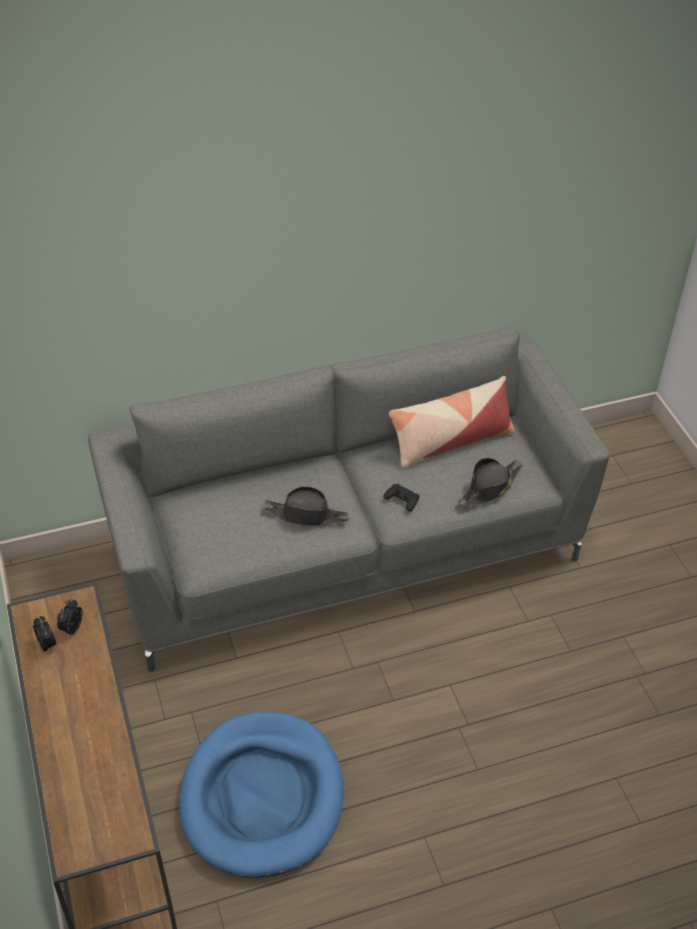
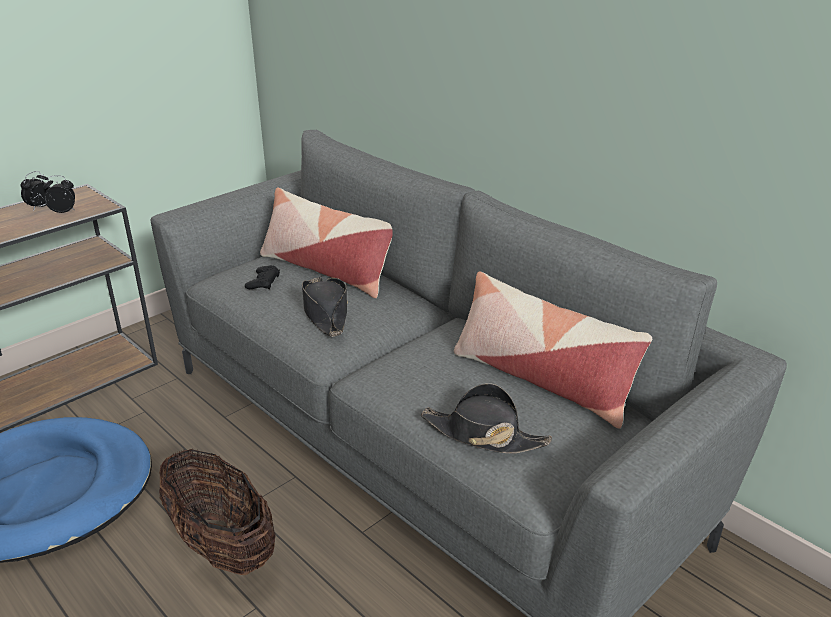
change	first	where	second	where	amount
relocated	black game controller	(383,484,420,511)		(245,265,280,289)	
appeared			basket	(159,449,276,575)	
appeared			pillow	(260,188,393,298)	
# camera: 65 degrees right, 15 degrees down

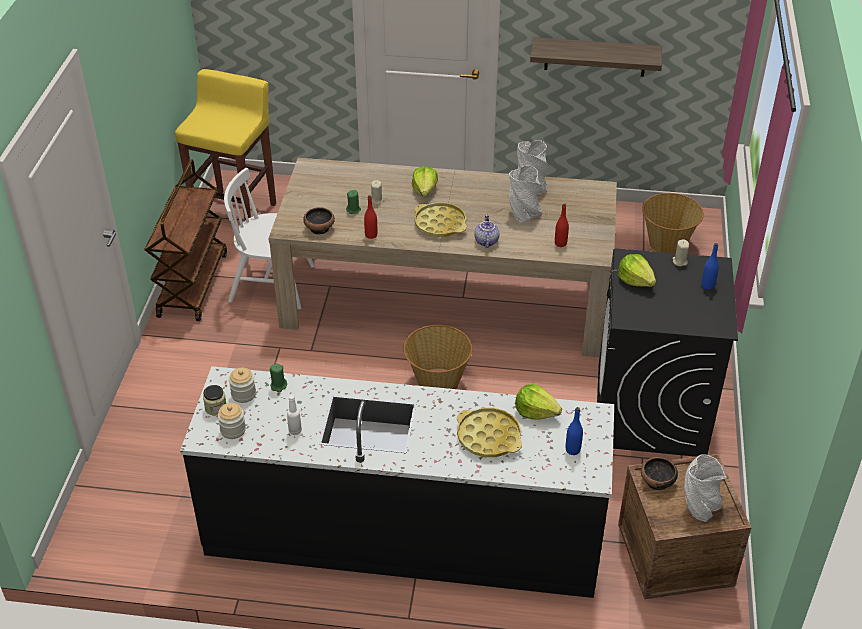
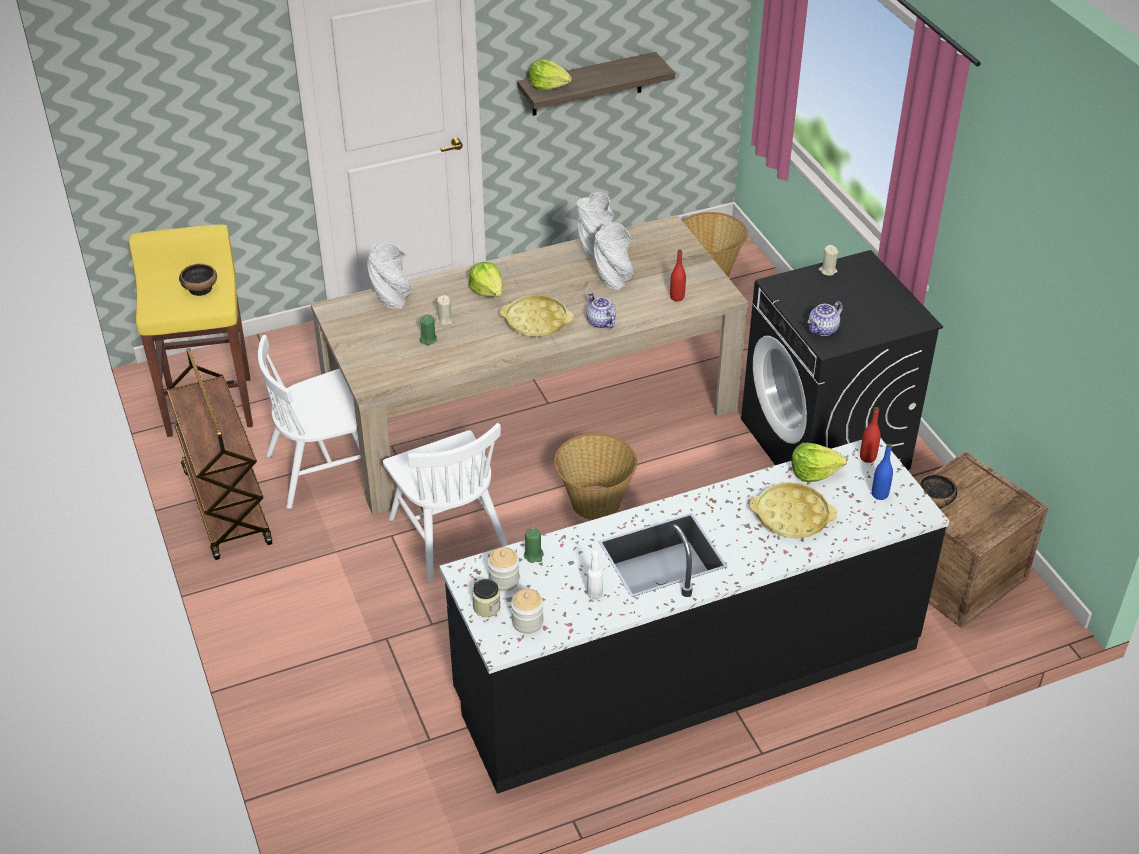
change	first	where	second	where	amount
relocated	bowl	(303,207,335,235)		(179,264,217,296)	
relocated	red bottle	(364,195,377,239)		(860,407,881,463)	
relocated	lettuce	(618,254,656,287)		(529,59,572,90)	
relocated	grey vase	(684,454,727,522)		(367,242,411,308)	
missing	blue bottle	(702,243,719,290)			
appeared			white chair	(383,423,508,582)	
appeared			teapot	(807,301,843,336)	
# camera: 30 degrees left, 0 degrees up

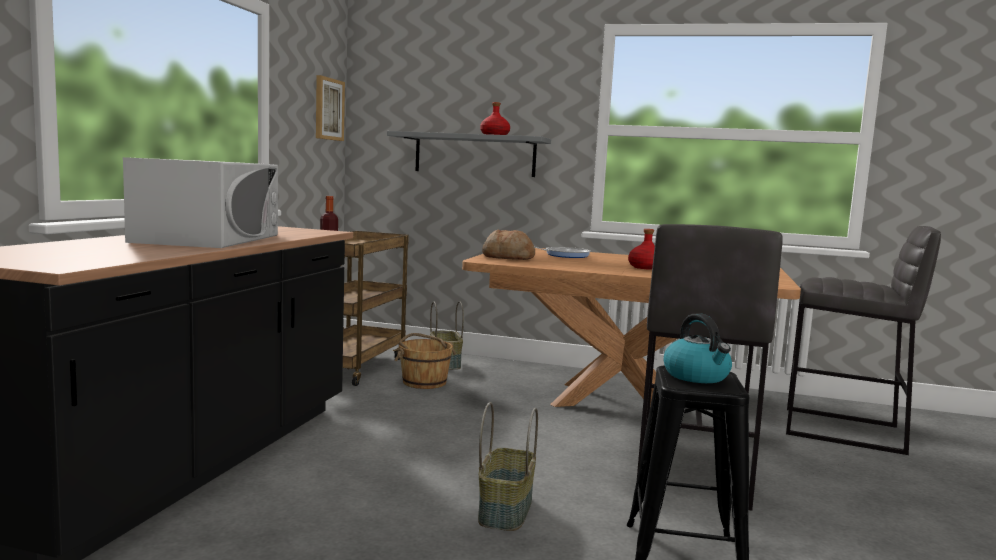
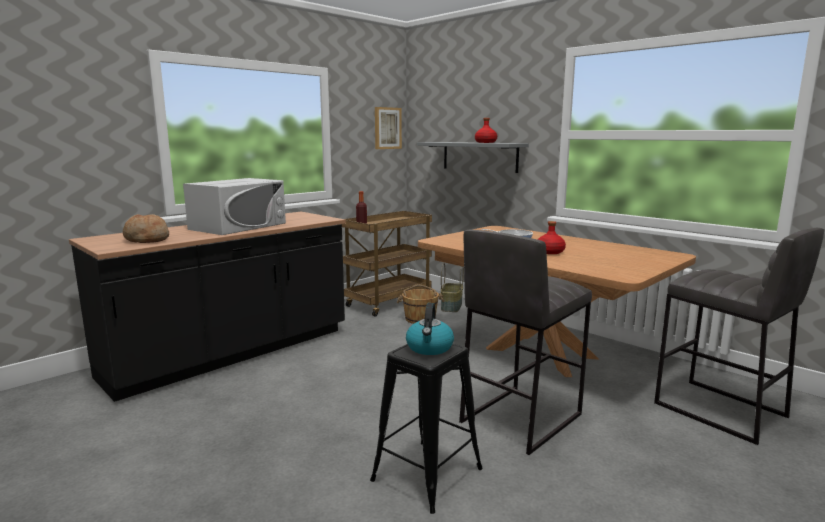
change	first	where	second	where	amount
missing	basket	(478,402,538,531)			
relocated	bread	(482,229,535,260)		(123,214,169,243)	
# camera: 30 degrees right, 5 degrees up

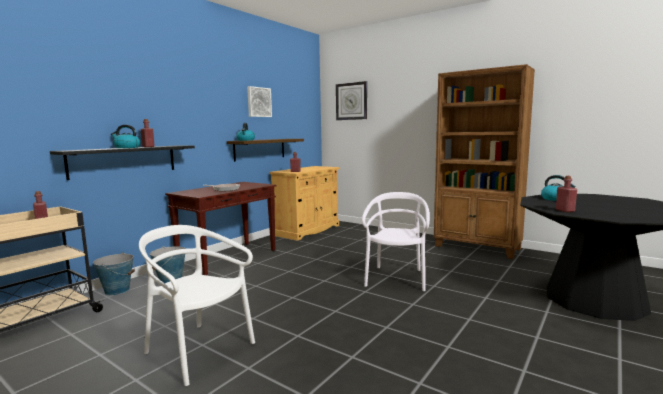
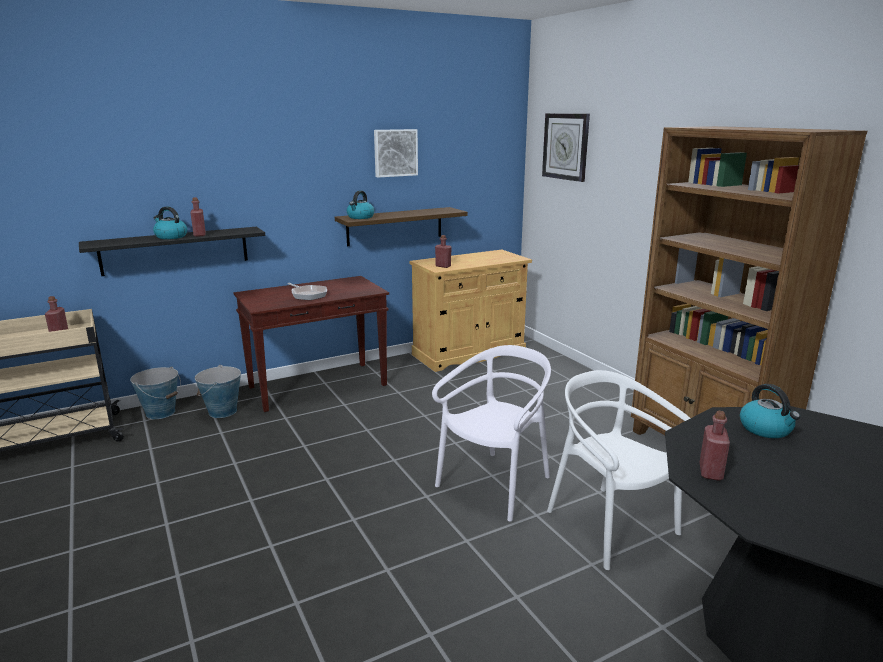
change	first	where	second	where	amount
relocated	white chair	(139,225,255,386)		(547,370,690,570)	
# camera: 25 degrees right, 10 degrees up

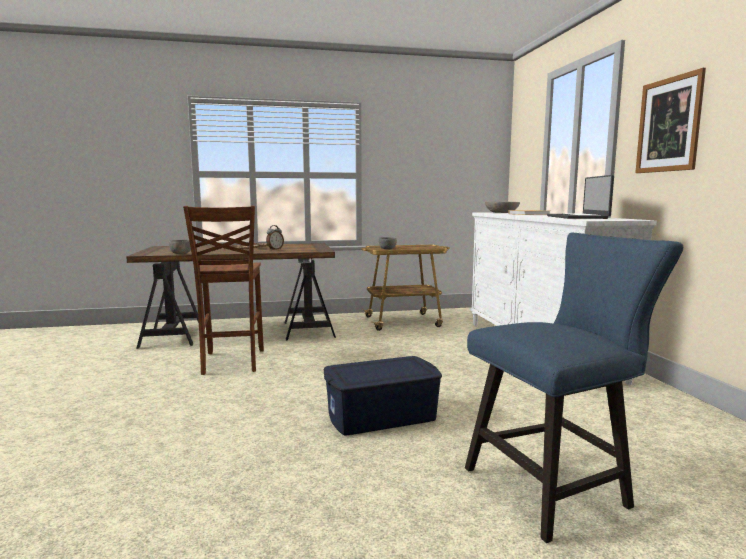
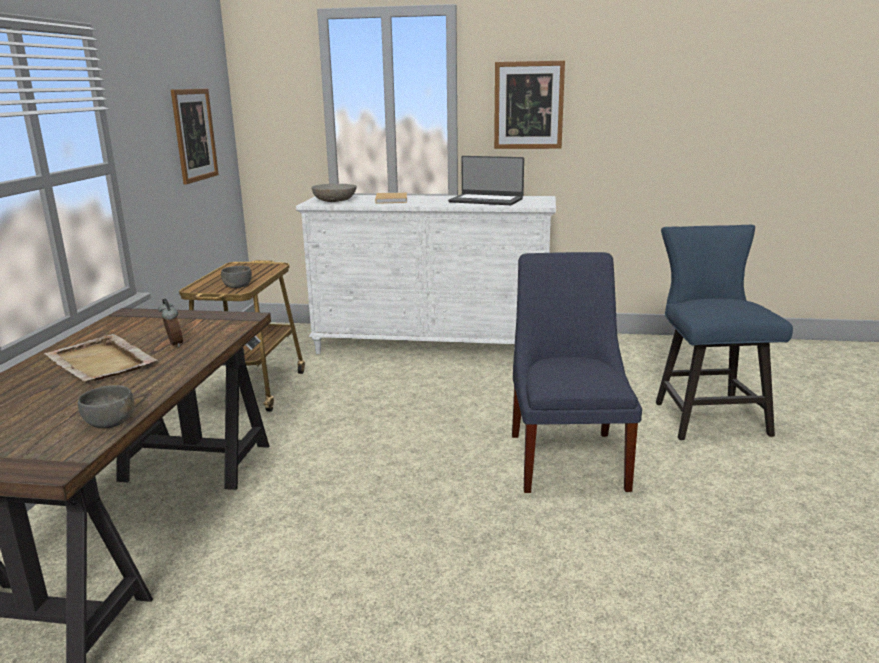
change	first	where	second	where	amount
missing	brown chair	(183,206,264,375)			
exchanged	blue storage box	(324,356,442,435)	blue chair	(512,252,642,493)	
appeared			picture	(171,89,219,184)	
# camera: 70 degrees left, 10 degrees up

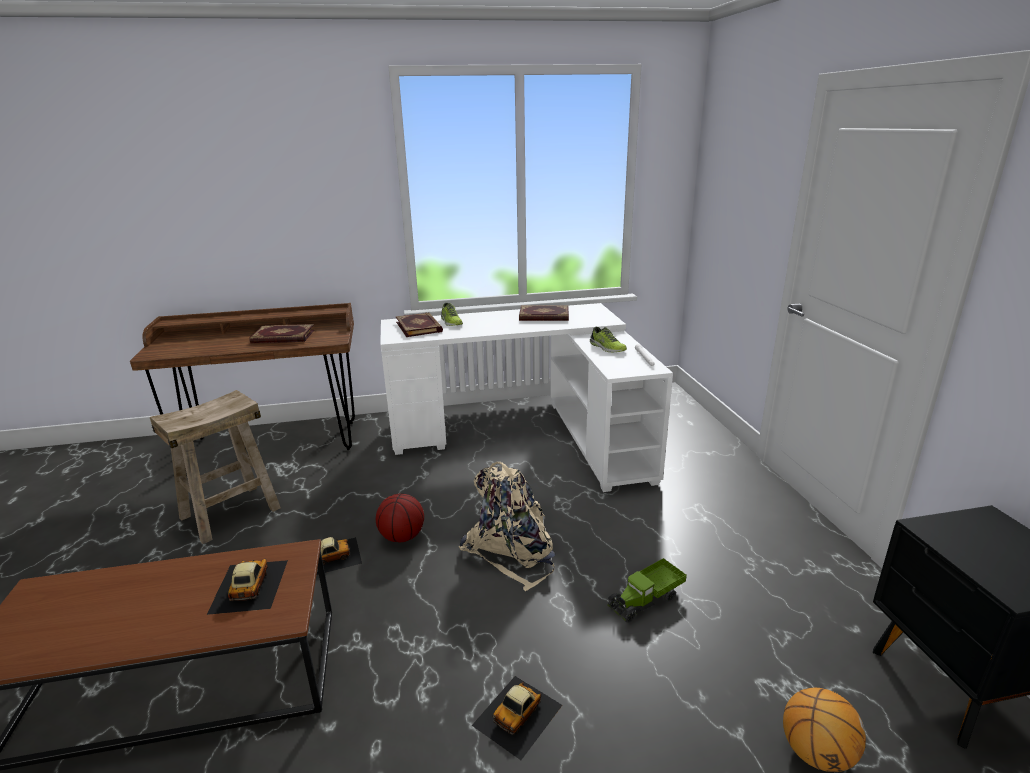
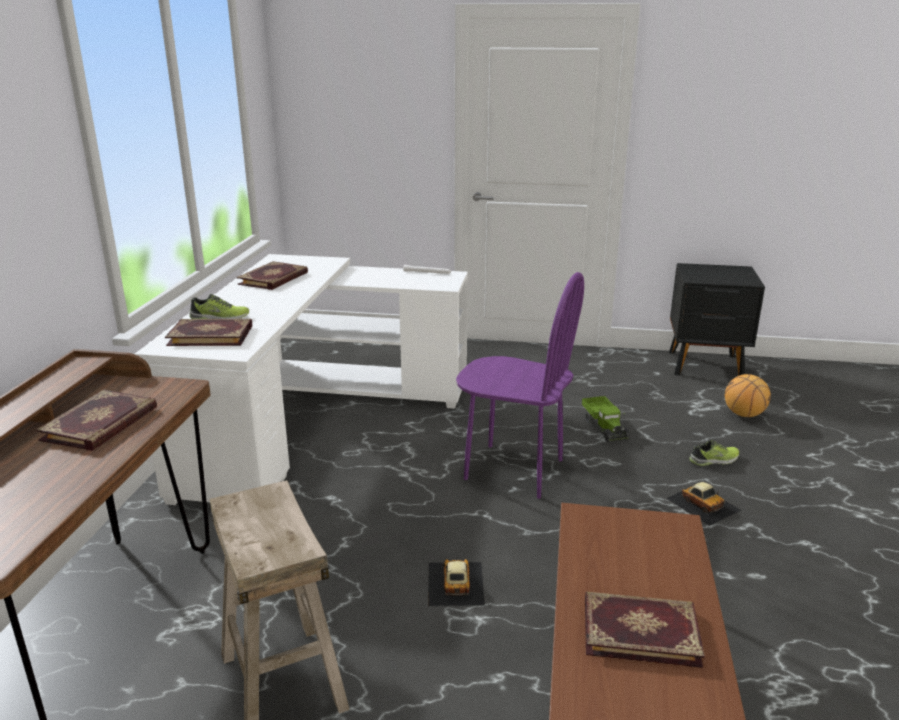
change	first	where	second	where	amount
missing	toy car	(207,559,288,615)			
missing	basketball	(376,494,424,542)			
exchanged	beige backpack	(459,462,556,591)	purple chair	(456,272,584,499)	
relocated	shoe	(590,327,627,352)		(690,440,739,466)	
appeared			book	(585,592,705,668)	
# camera: 70 degrees left, 0 degrees up

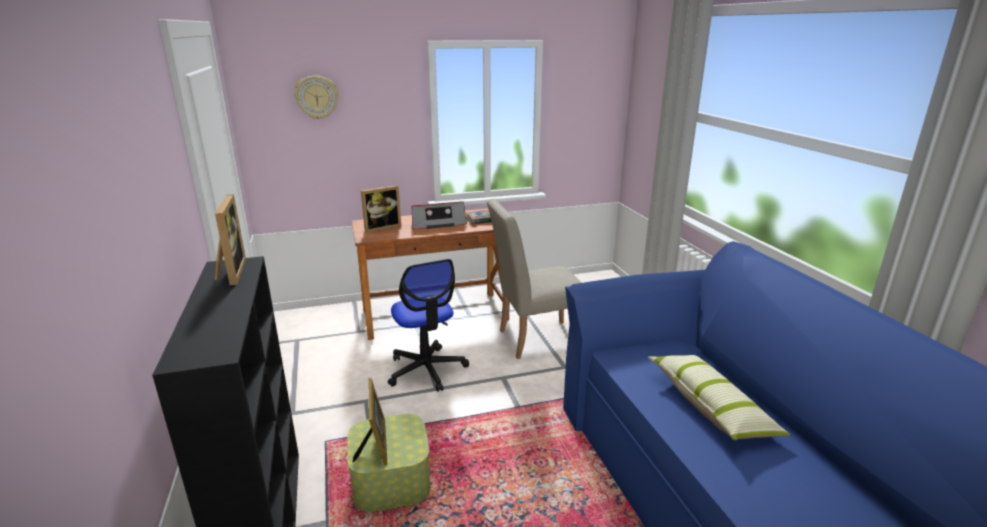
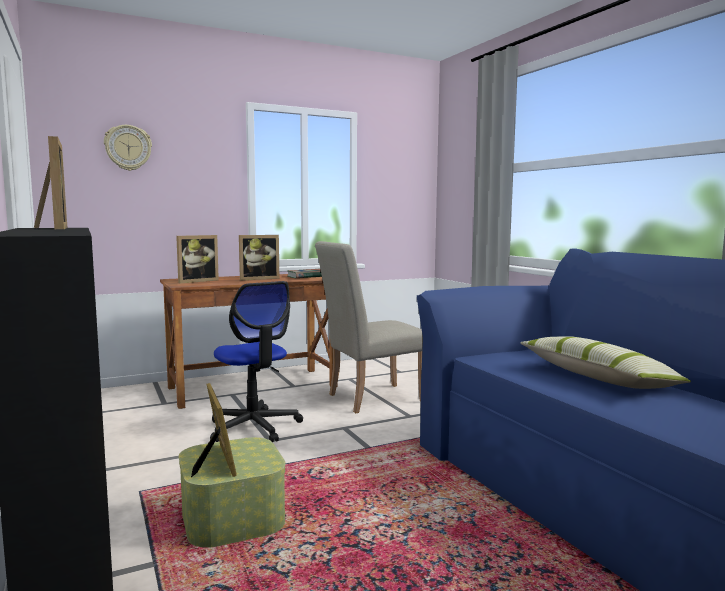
change	first	where	second	where	amount
exchanged	radio	(411,201,467,230)	picture frame	(239,235,279,280)	
# camera: 10 degrees left, 15 degrees down

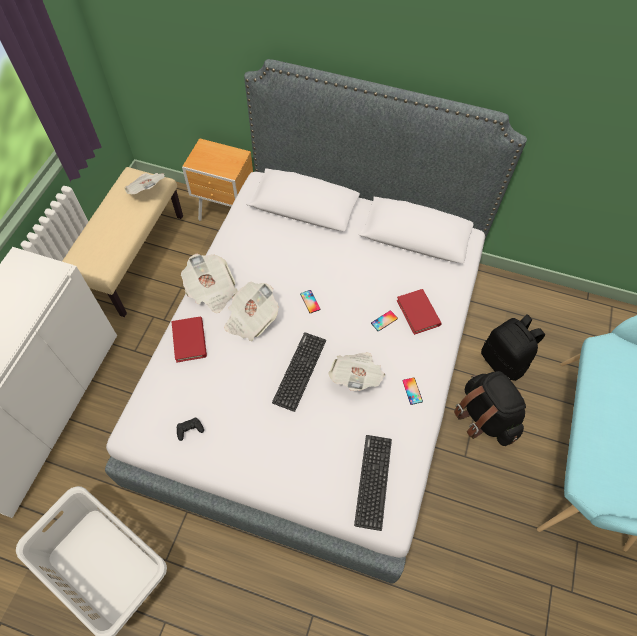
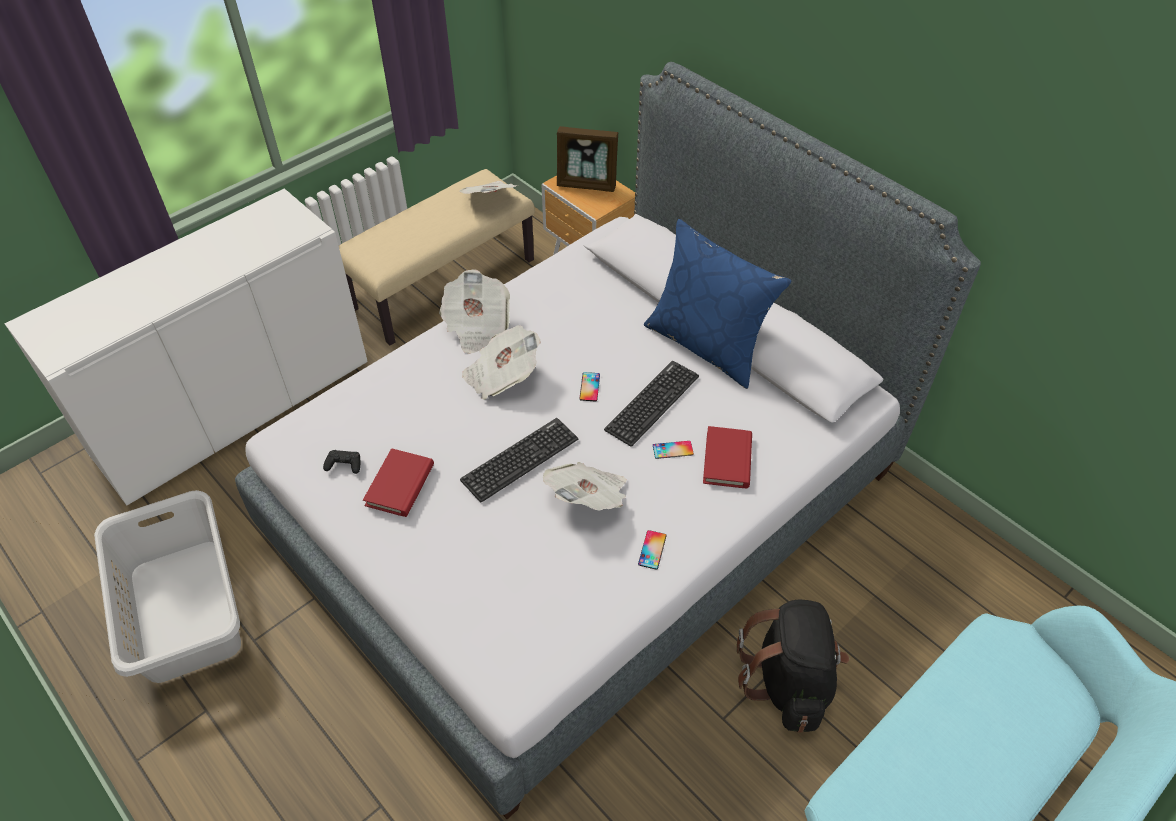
change	first	where	second	where	amount
relocated	red book	(172,317,207,363)		(363,448,434,517)	
relocated	keyboard	(354,435,392,531)		(604,361,699,447)	
missing	black backpack	(481,314,545,381)			
appeared			picture frame	(557,126,618,192)	
appeared			blue pillow	(644,219,791,389)	
# camera: 30 degrees right, 10 degrees down

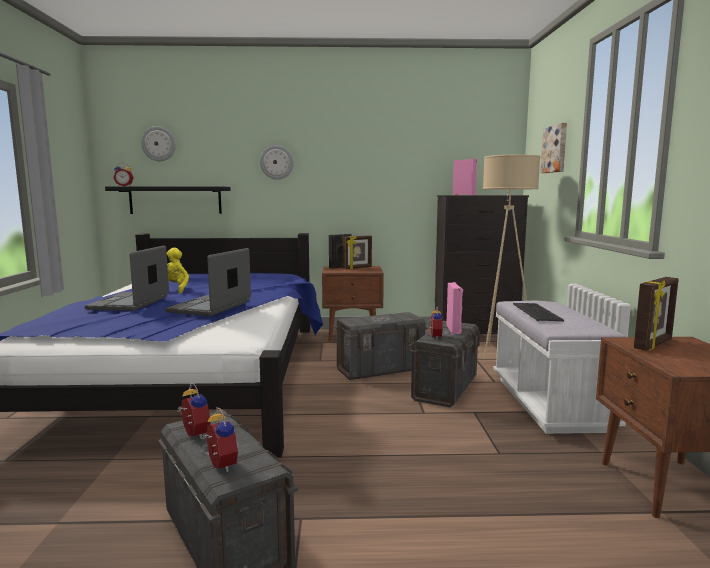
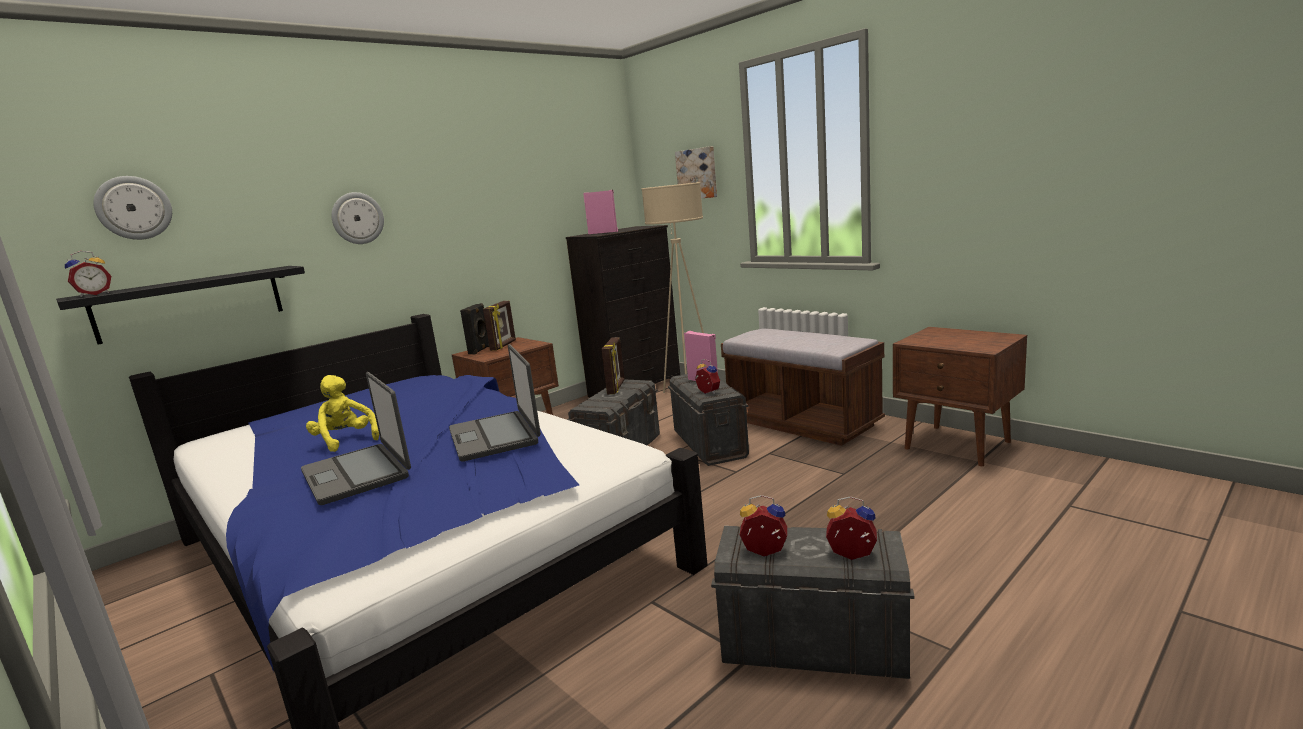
change	first	where	second	where	amount
colour	white bench	(493,301,626,434)	brown bench	(721,329,885,446)	
missing	keyboard	(513,303,564,321)			
relocated	picture frame	(634,277,678,351)		(601,337,625,394)	
# camera: 40 degrees left, 5 degrees up

